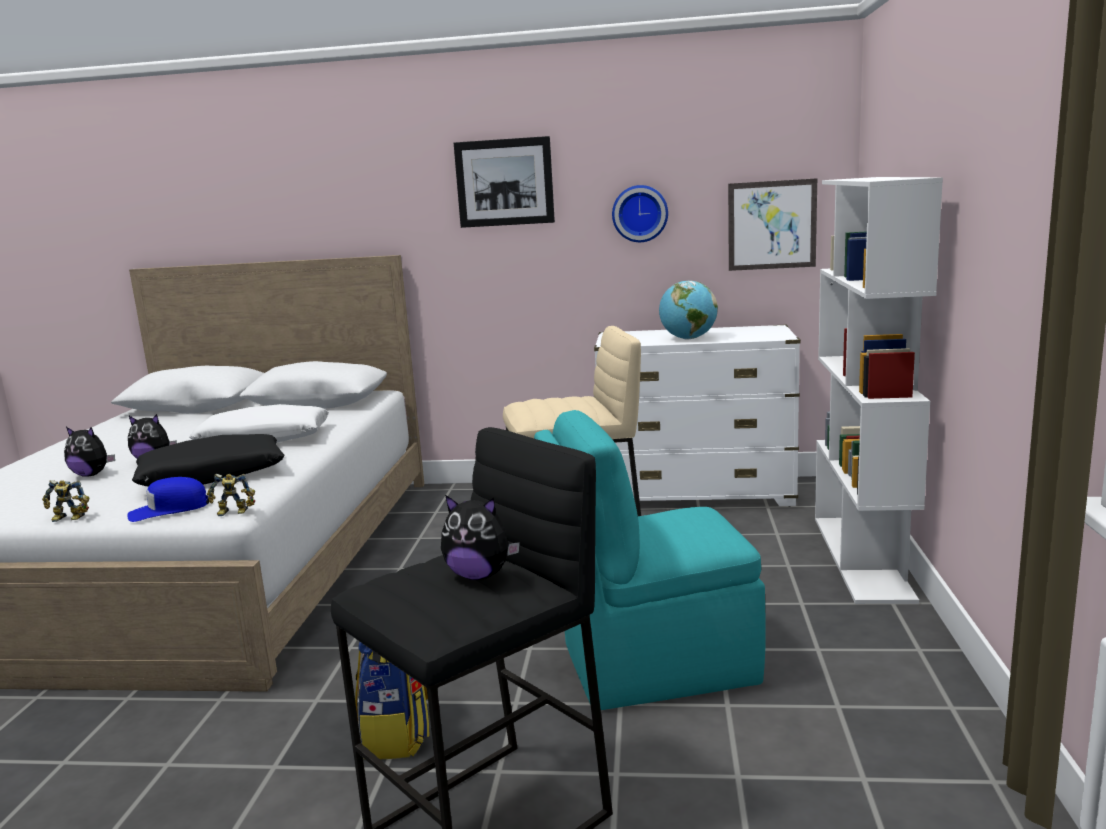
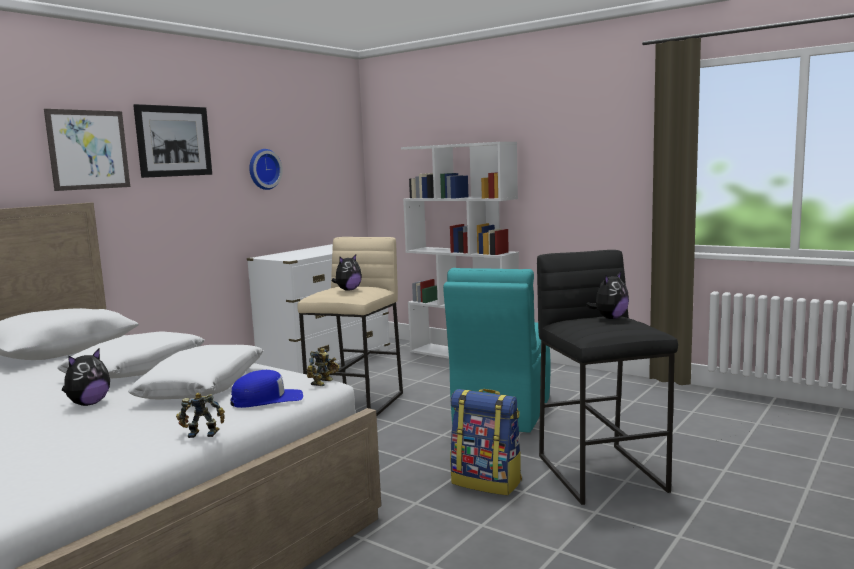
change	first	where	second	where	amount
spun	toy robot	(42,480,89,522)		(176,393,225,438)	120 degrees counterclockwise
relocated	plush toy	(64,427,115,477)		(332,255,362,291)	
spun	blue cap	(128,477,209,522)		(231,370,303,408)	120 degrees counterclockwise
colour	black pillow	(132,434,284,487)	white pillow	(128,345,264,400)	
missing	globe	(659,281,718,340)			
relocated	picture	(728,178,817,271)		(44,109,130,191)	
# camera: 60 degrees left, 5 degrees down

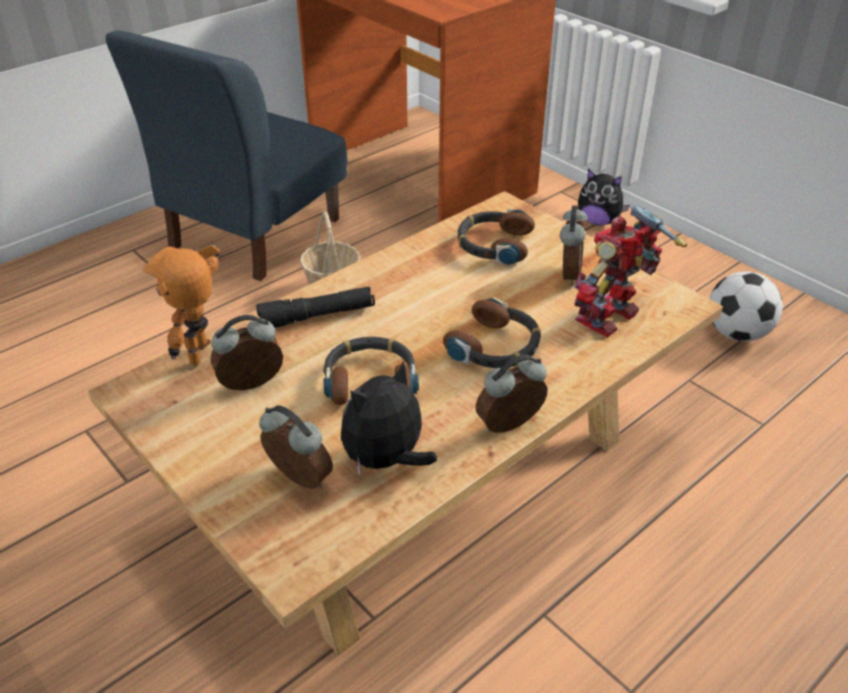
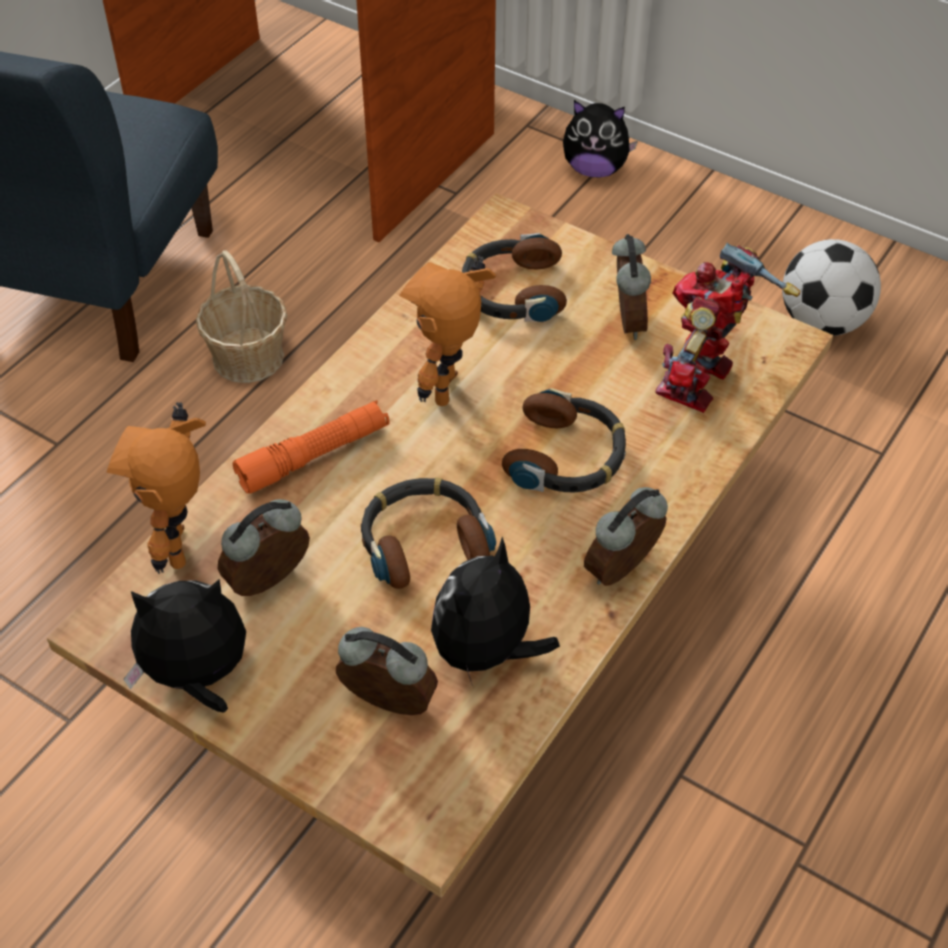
change	first	where	second	where	amount
colour	black flashlight	(256,287,375,328)	orange flashlight	(233,400,390,494)	
appeared			plush toy	(123,580,246,713)	
appeared			toy robot	(399,255,496,406)	
# camera: 15 degrees left, 10 degrees up

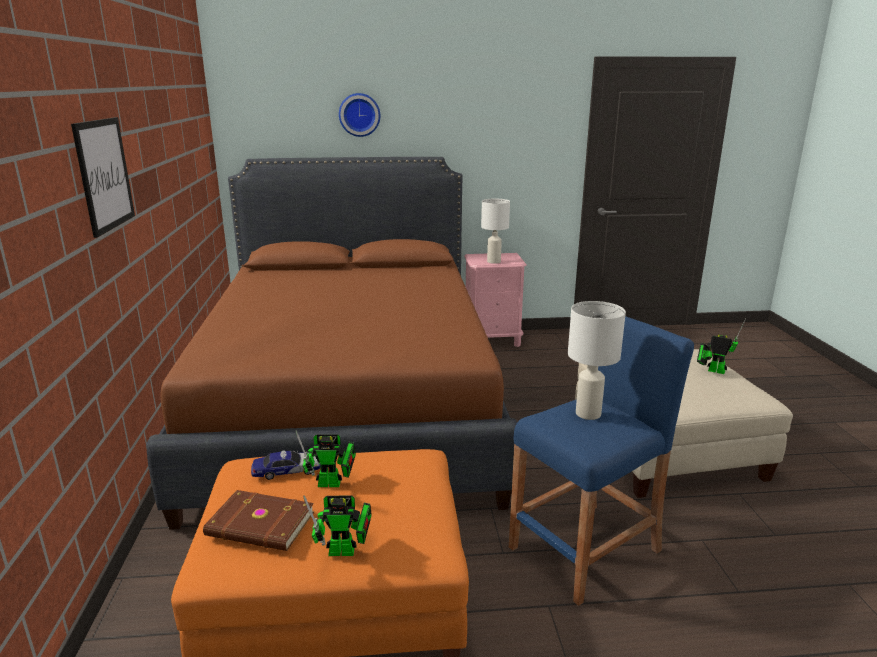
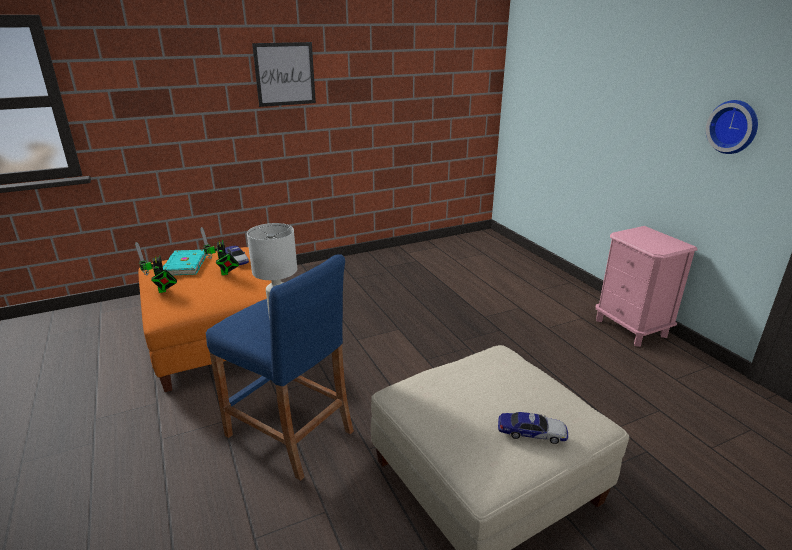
change	first	where	second	where	amount
missing	brown bed	(146,157,517,530)			
colour	brown book	(203,490,314,551)	turquoise book	(163,250,207,275)	
relocated	wall clock	(339,93,380,137)		(706,100,758,154)	
missing	white table lamp	(481,199,510,264)			
exchanged	toy robot	(697,318,746,374)	toy car	(498,412,568,444)	
# camera: 70 degrees right, 5 degrees up

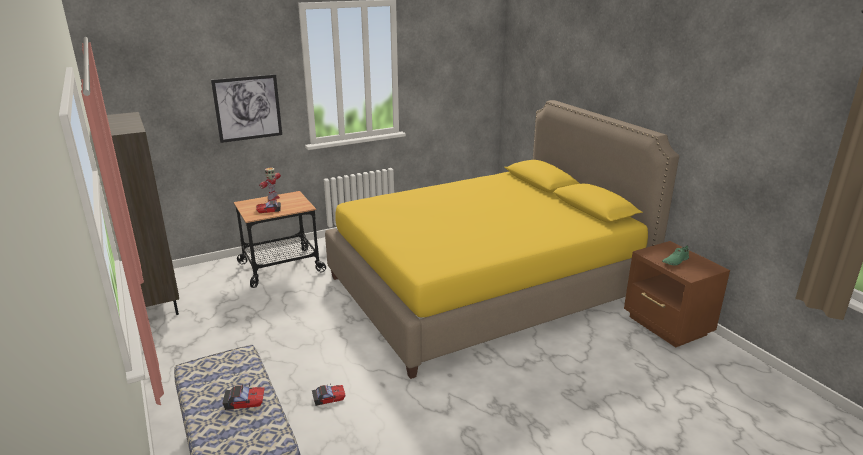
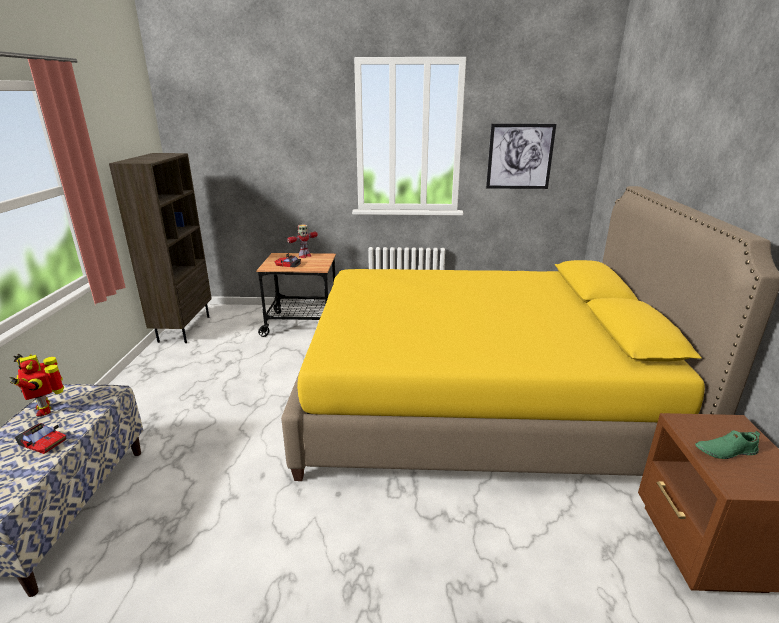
change	first	where	second	where	amount
relocated	picture	(211,74,282,143)		(486,124,556,189)	
missing	toy car	(312,384,345,406)			
appeared			toy robot	(9,354,64,417)	
# camera: 30 degrees right, 0 degrees up

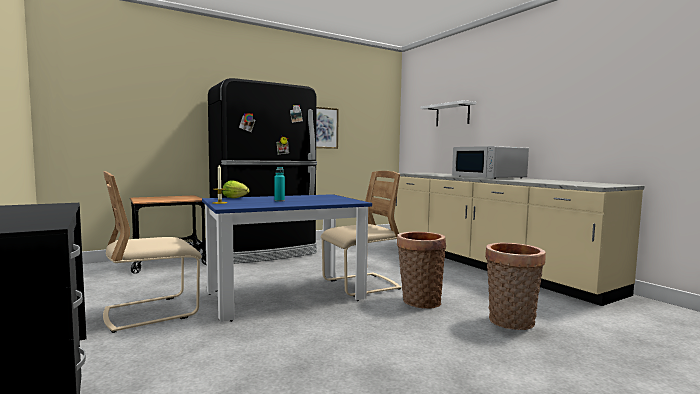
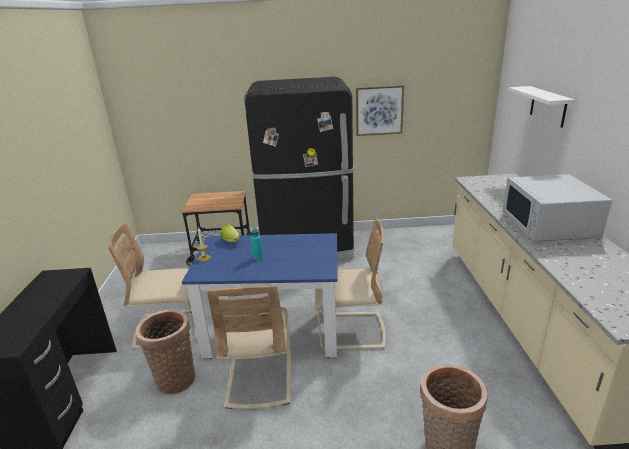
change	first	where	second	where	amount
relocated	basket	(397,231,446,309)		(135,309,195,395)	
appeared			beige chair	(207,286,291,409)	
# camera: 30 degrees right, 20 degrees up

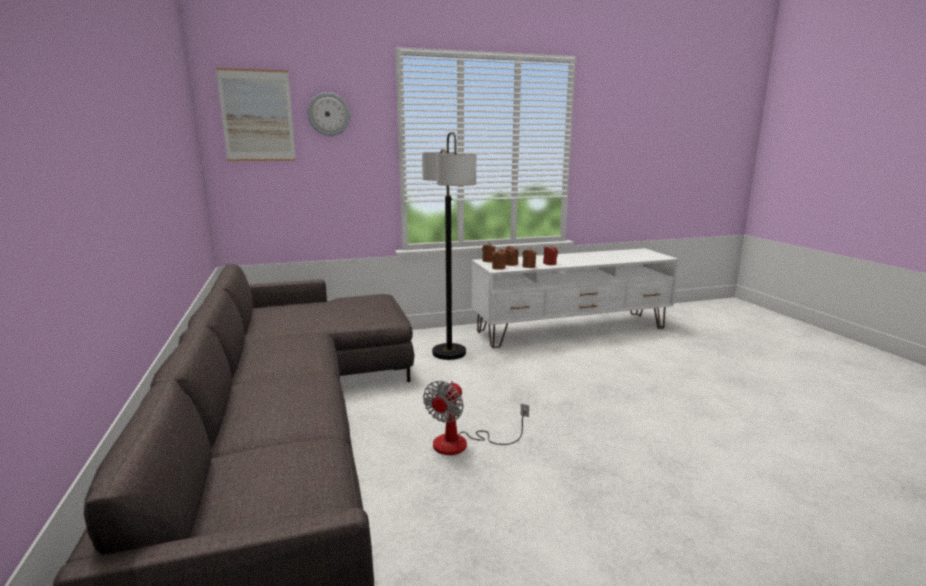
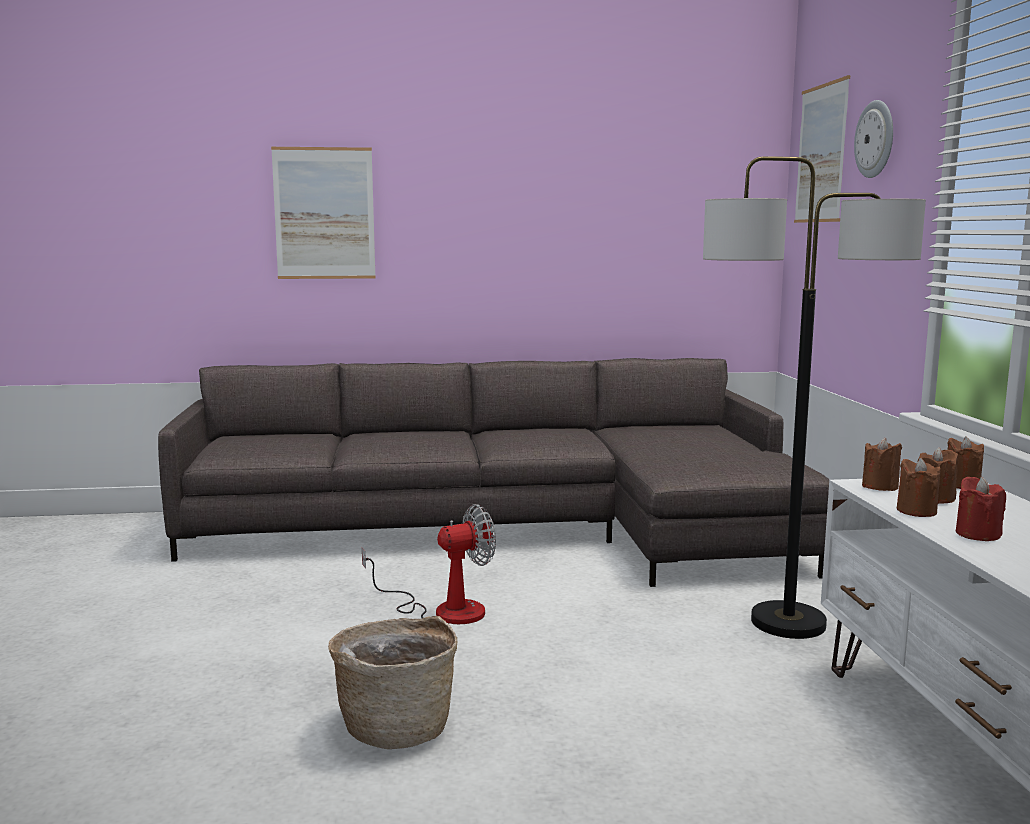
change	first	where	second	where	amount
spun	fan	(423,381,529,455)		(362,504,496,624)	120 degrees clockwise
appeared			picture	(271,147,376,279)	
appeared			basket	(328,616,458,749)	
# camera: 100 degrees right, 5 degrees down

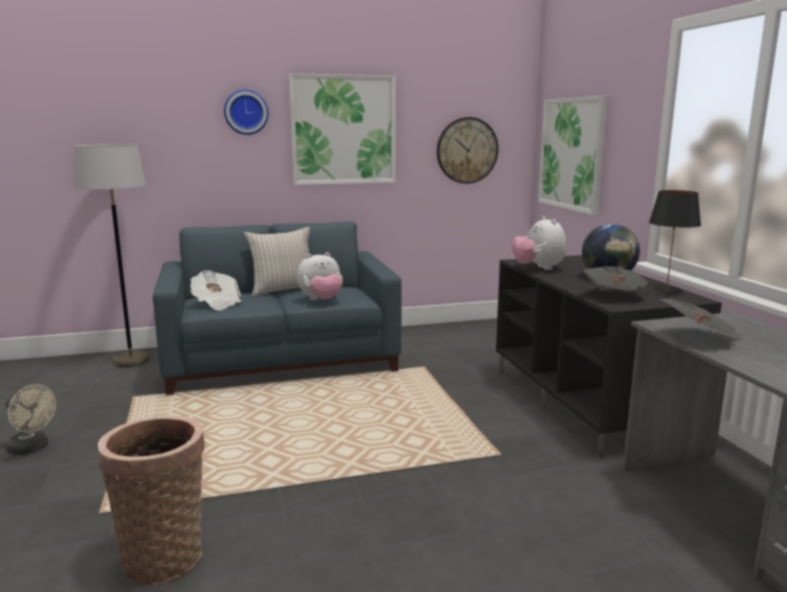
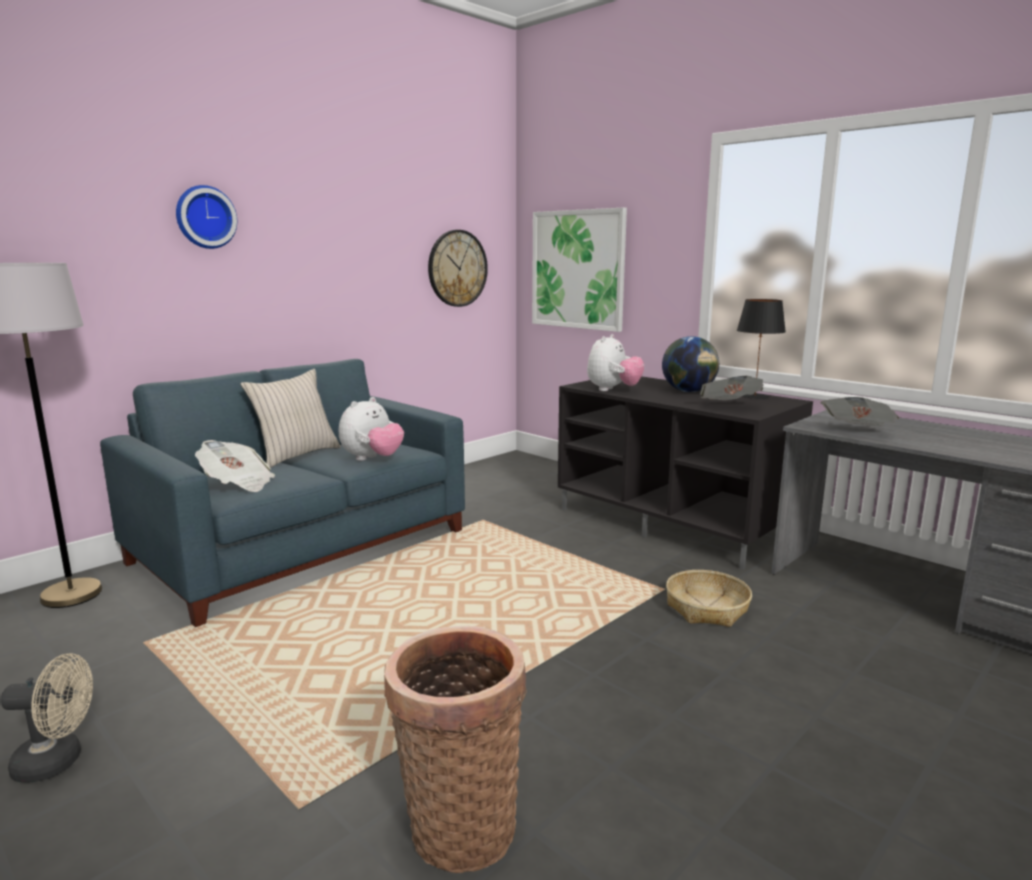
change	first	where	second	where	amount
missing	picture	(289,73,396,185)			
spun	plush toy	(512,216,567,270)		(587,334,644,391)	105 degrees counterclockwise
appeared			basket	(666,570,752,627)	
# camera: 30 degrees left, 0 degrees up

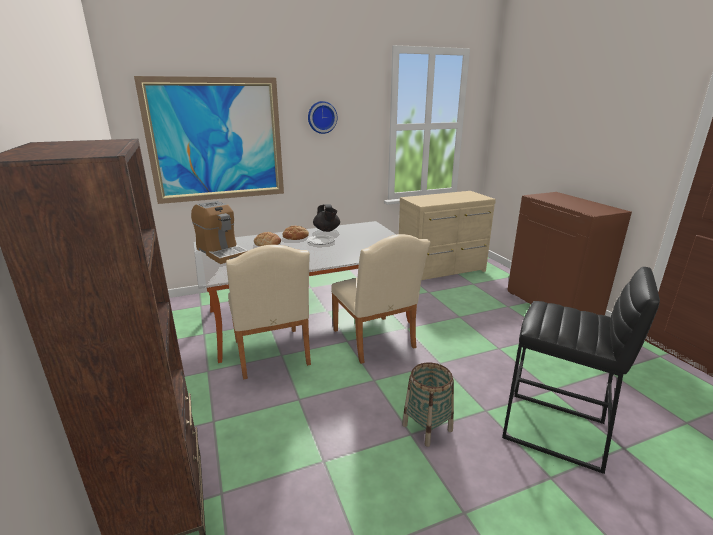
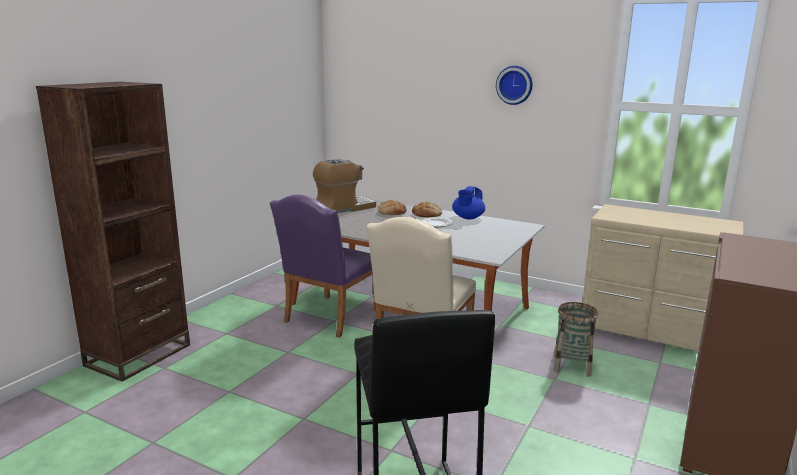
change	first	where	second	where	amount
missing	picture	(134,76,284,204)			
spun	coffee machine	(191,201,248,264)		(313,159,376,213)	135 degrees counterclockwise
colour	beige chair	(226,245,311,380)	purple chair	(270,195,376,338)	
colour	black teapot	(313,204,340,232)	blue teapot	(452,186,485,219)	
relocated	basket	(402,363,454,447)		(554,302,598,377)	
# camera: 50 degrees right, 5 degrees down

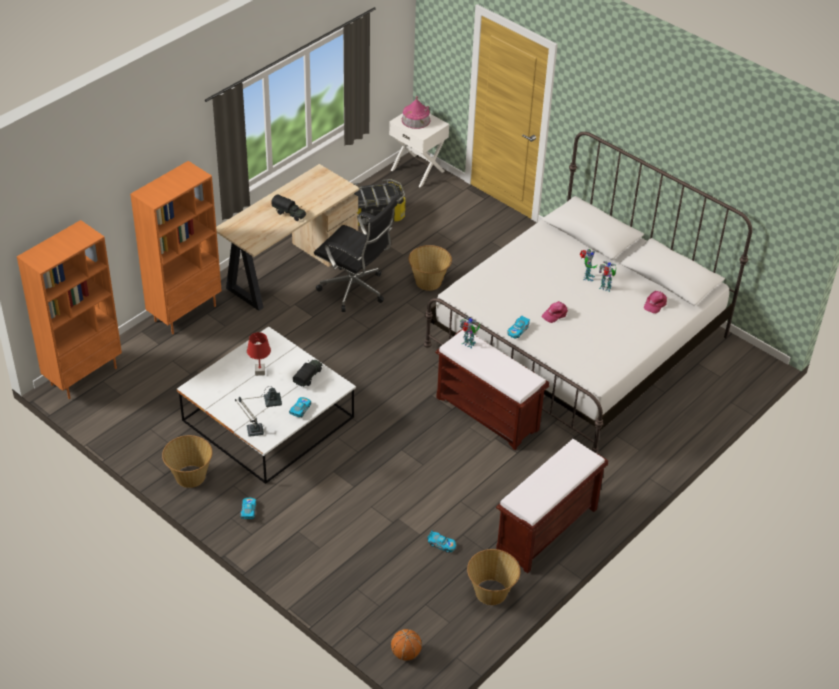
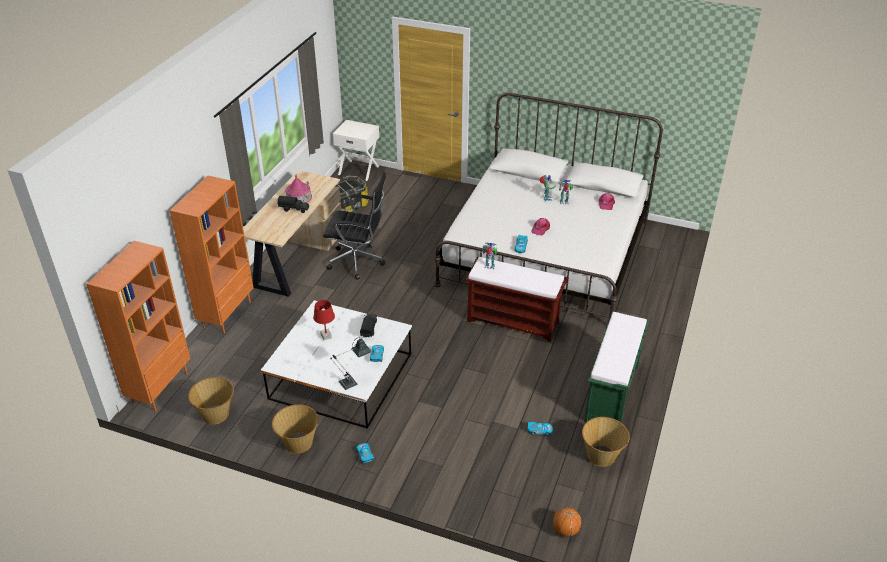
change	first	where	second	where	amount
relocated	toy house	(402,96,430,129)		(285,175,312,203)	
relocated	basket	(409,245,452,291)		(188,377,234,424)	
colour	brown bench	(496,439,608,574)	green bench	(584,312,649,422)	
# camera: 20 degrees left, 5 degrees down

